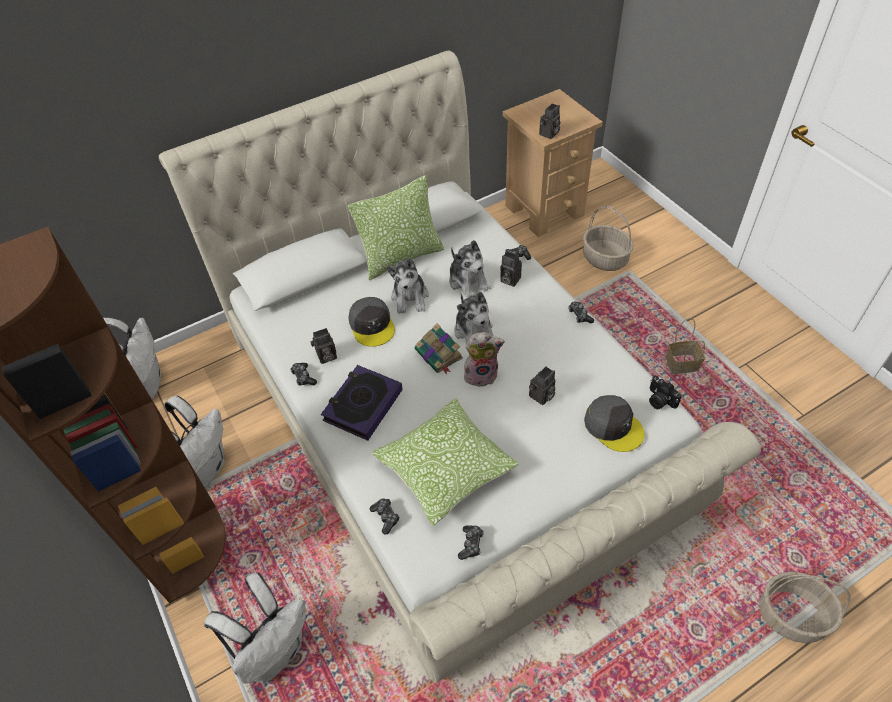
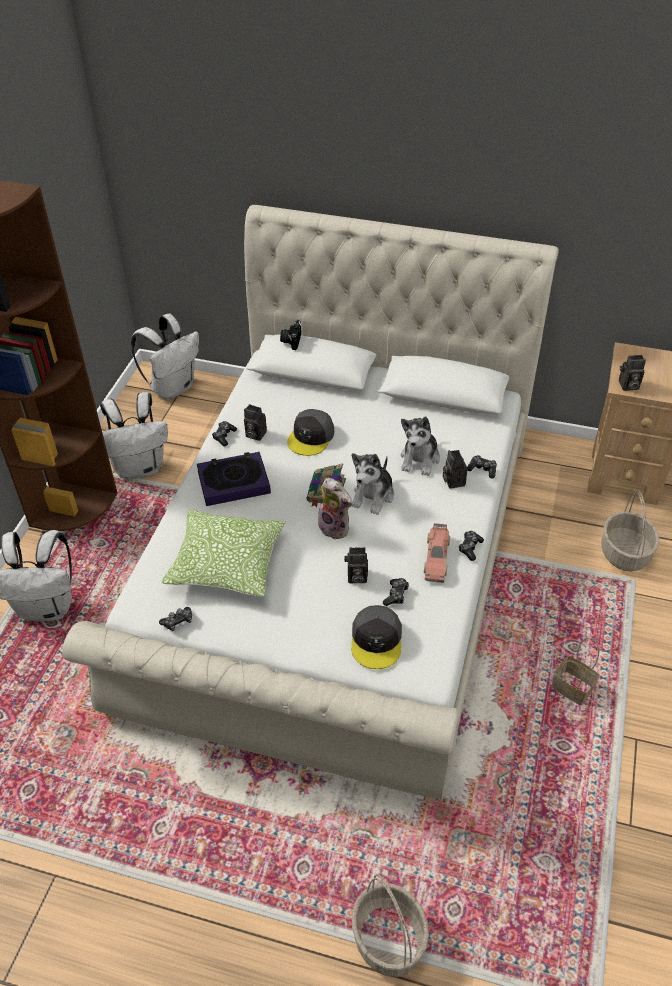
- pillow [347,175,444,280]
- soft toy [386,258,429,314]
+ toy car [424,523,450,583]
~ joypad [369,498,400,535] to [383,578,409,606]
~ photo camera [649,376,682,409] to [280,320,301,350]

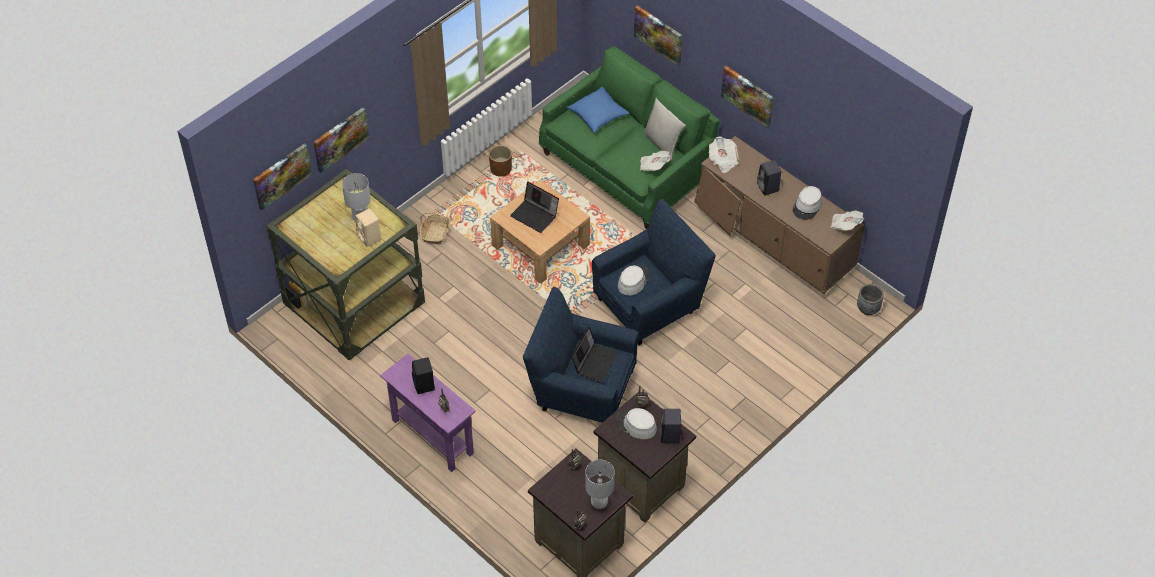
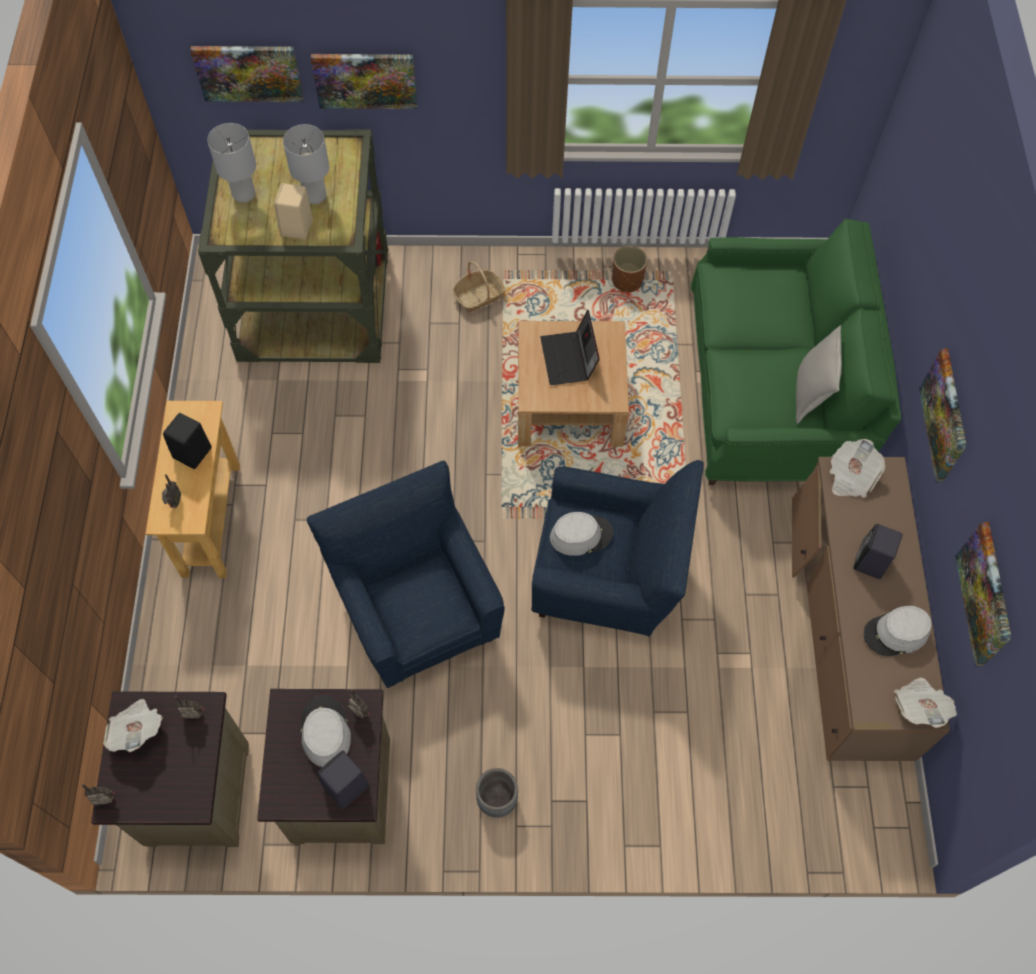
- pillow in bluish [567,87,629,133]
- notebook computer [572,327,619,383]
~ lamp for a table in grey [585,459,615,509] to [207,123,256,203]
~ wall picture [634,5,682,66] to [955,522,1012,667]
~ daily paper [640,151,670,171] to [103,699,163,752]
~ planter in grey [857,284,884,315] to [476,768,518,818]
~ console table in purple-coloured [380,354,476,472] to console table in beige-coloured [146,401,240,578]

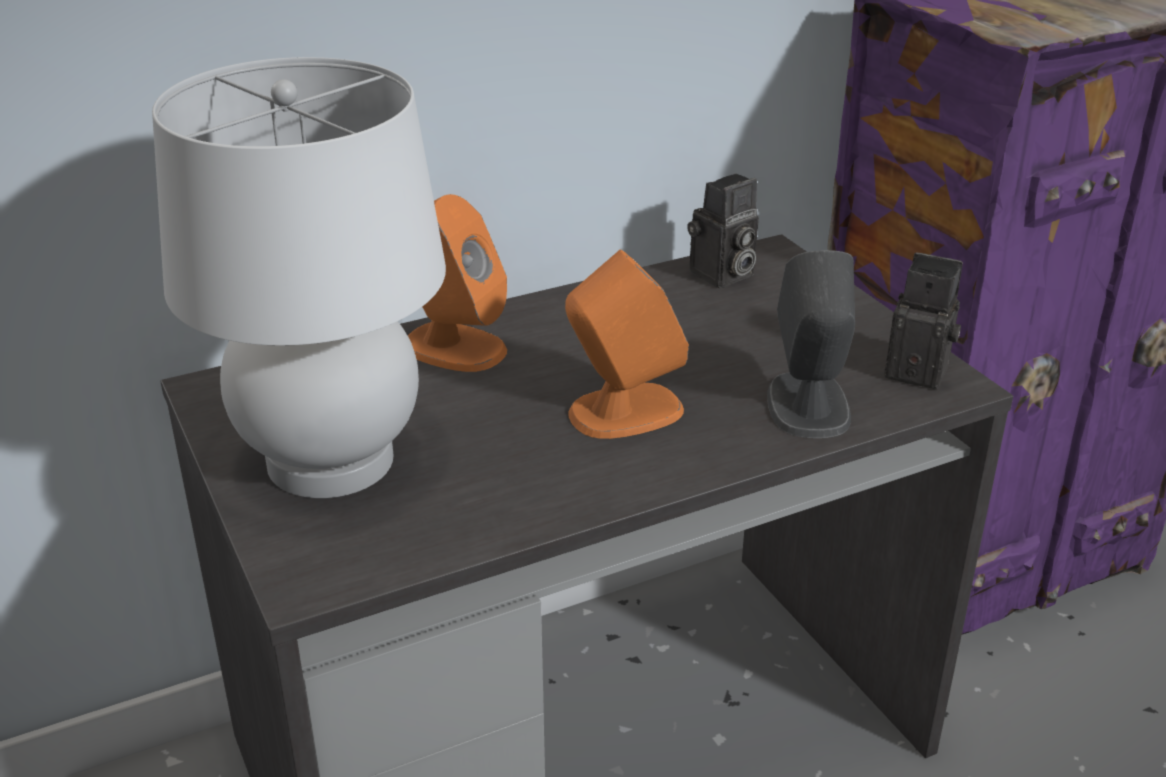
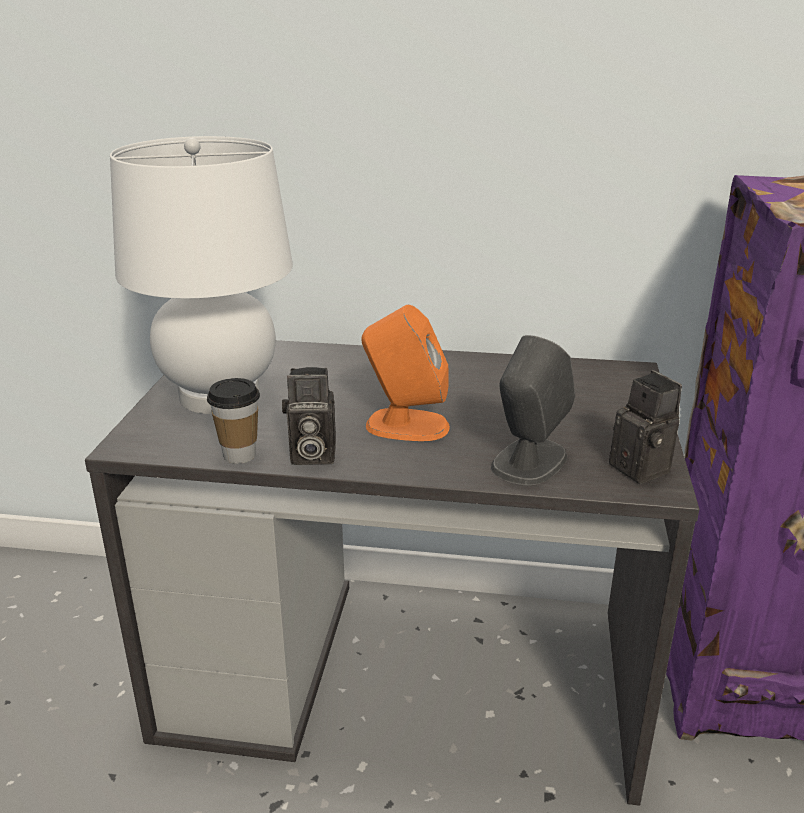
- audio speaker in orangey [408,194,507,372]
+ drinking cup [207,378,260,464]
~ photo camera [688,173,759,288] to [282,367,336,465]

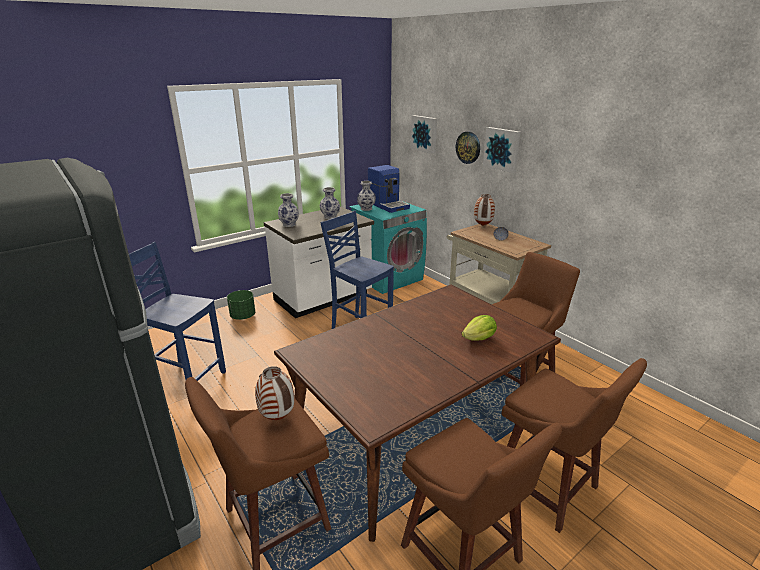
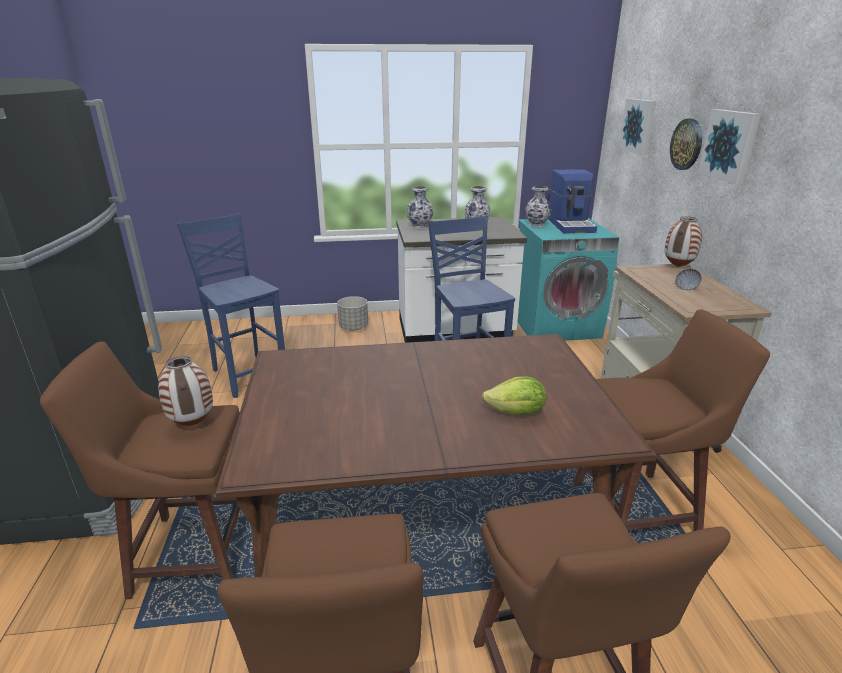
~ planter in greenish [227,290,255,320] to planter in grey [337,296,368,331]

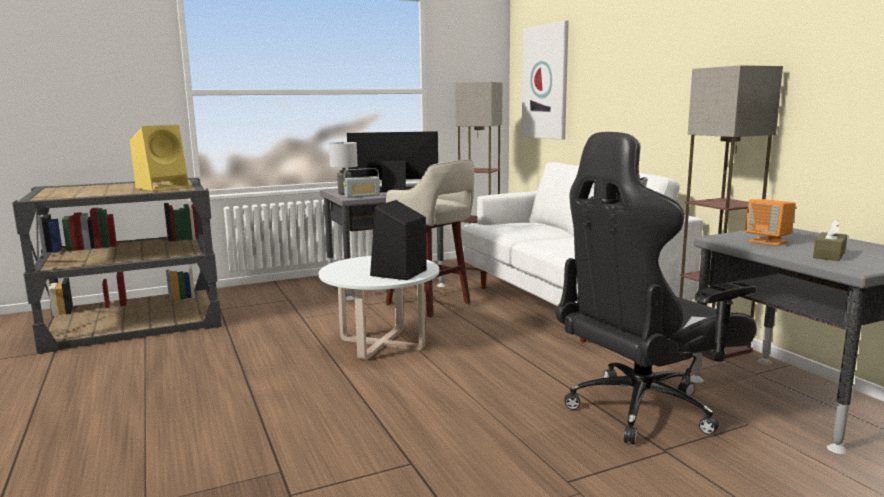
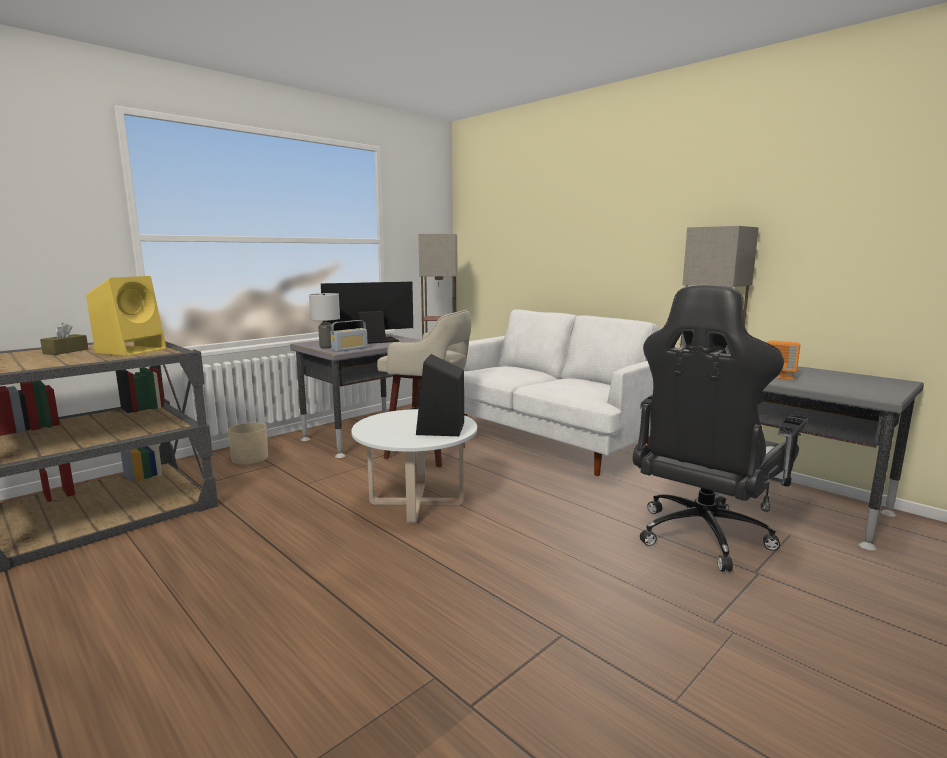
- wall picture [521,20,569,140]
+ planter in beige-coloured [228,423,268,465]
~ tissue box in brown [813,219,847,261] to [40,323,88,355]

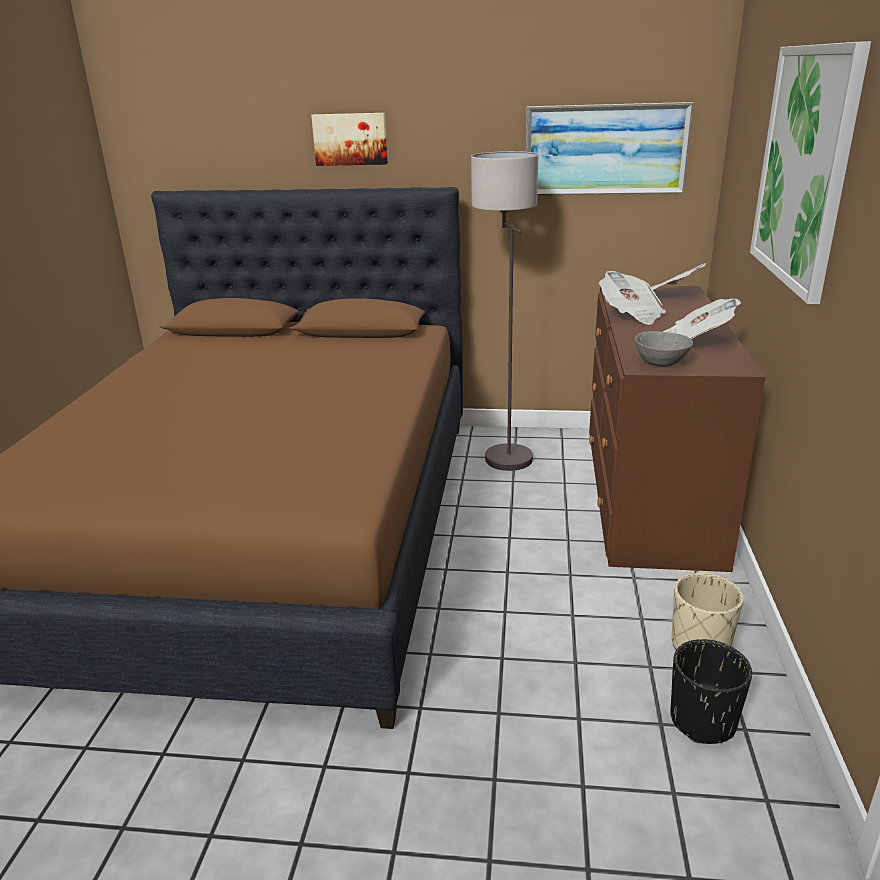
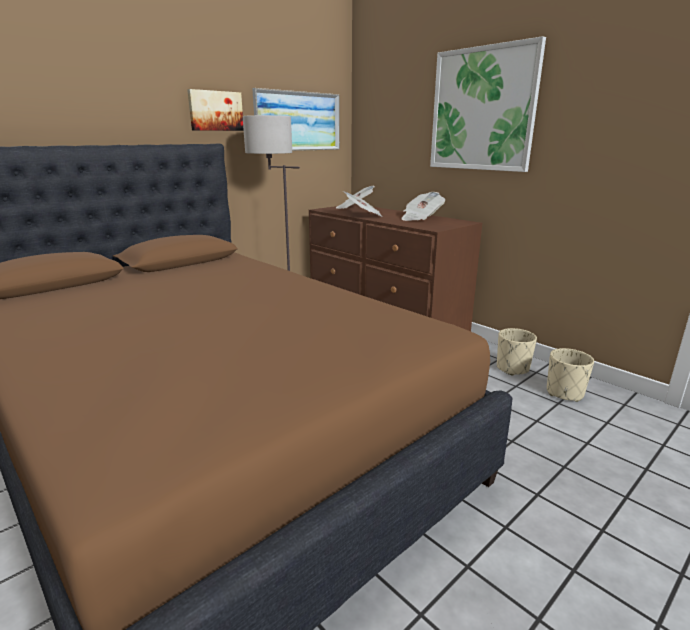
- bowl in grey [635,331,693,367]
~ wall picture [311,113,388,166] to [187,89,244,131]
~ planter in black-coloured [670,639,752,744] to planter in beige-coloured [547,348,594,402]

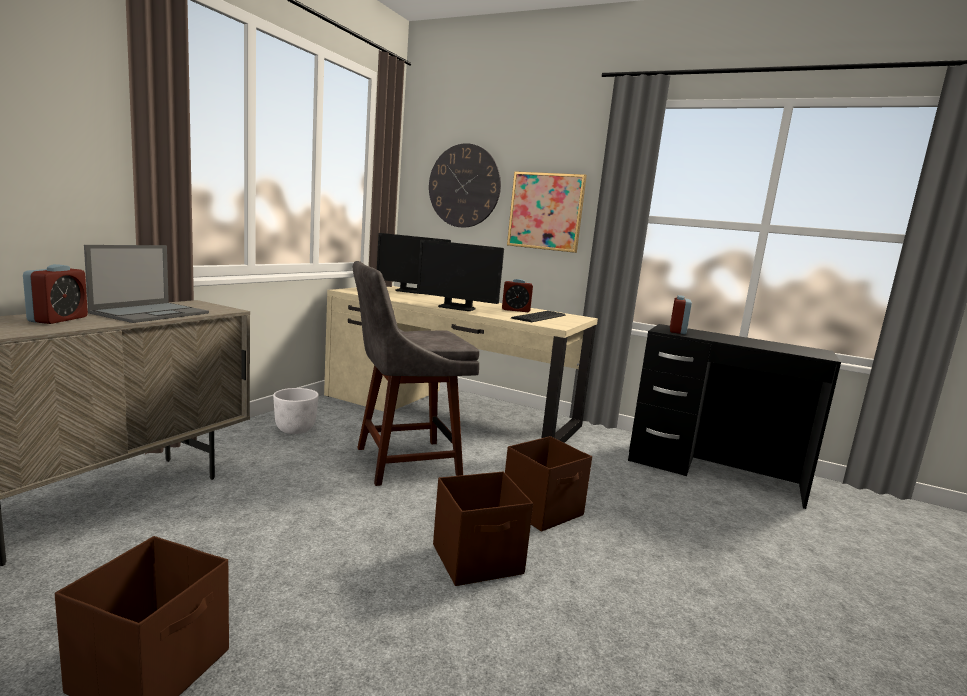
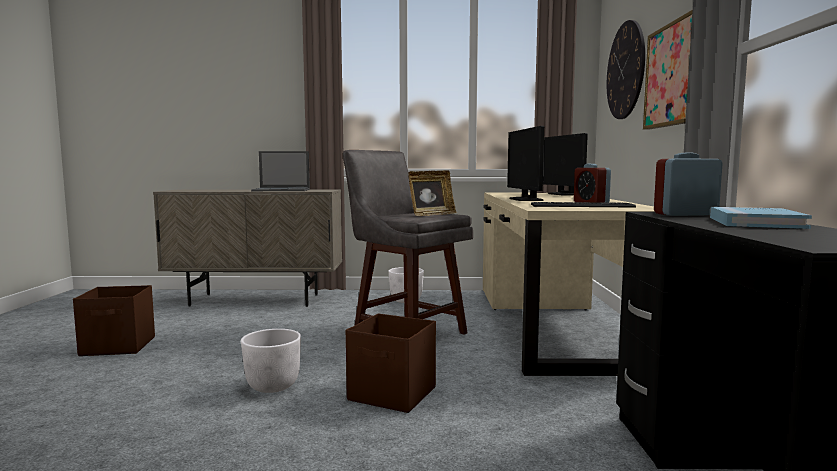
- bedside clock [23,264,88,324]
+ standing frame [408,171,456,216]
+ volume in bluish [710,207,812,229]
~ storage box in brown [433,471,533,586] to planter in whitish [241,329,301,393]

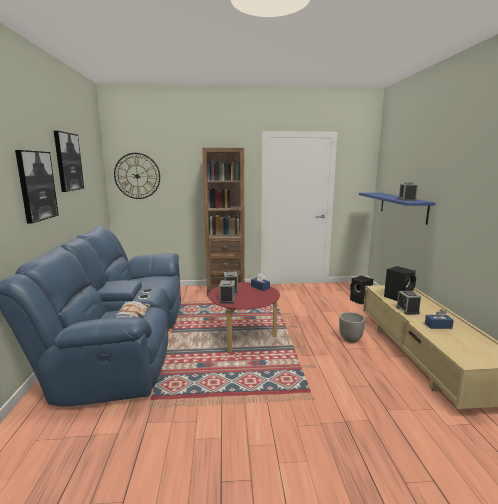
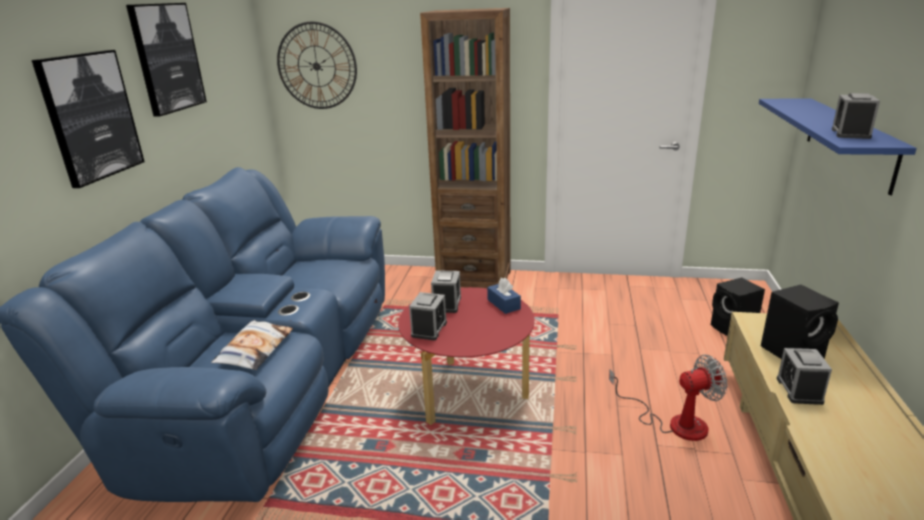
- tissue box in bluish [425,309,454,329]
~ planter [339,312,366,342] to electric fan [609,355,728,441]

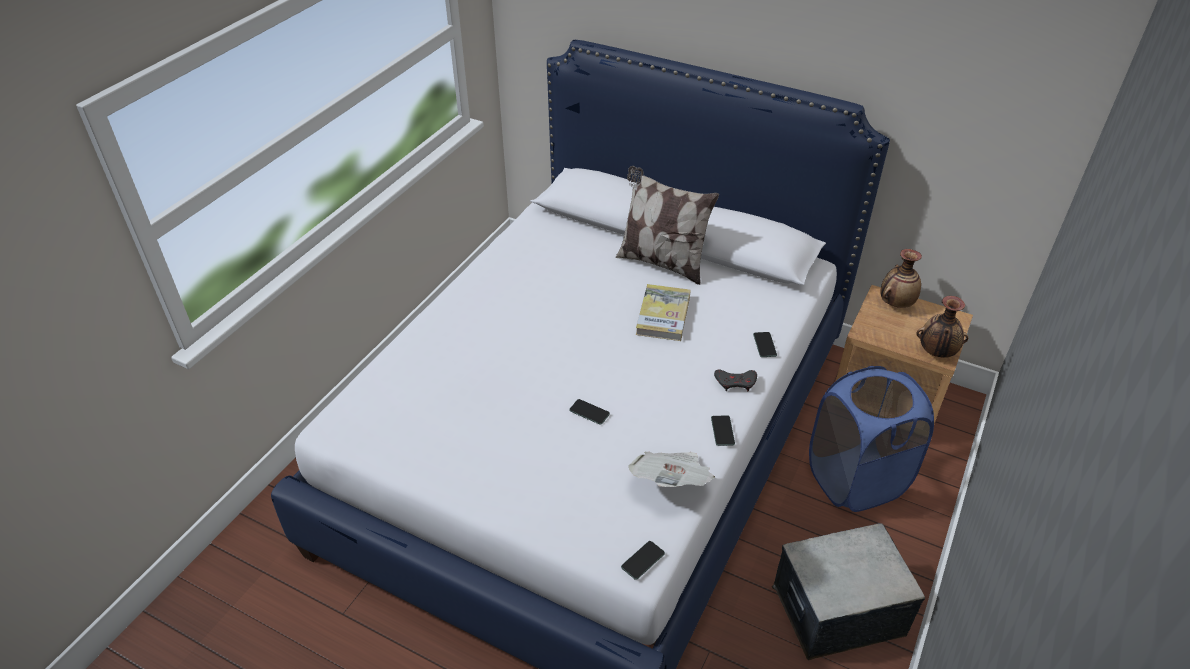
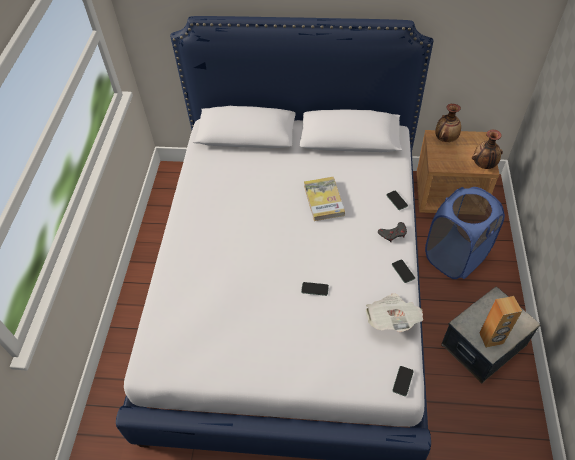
- pillow [616,166,719,285]
+ audio speaker in brown [479,296,522,348]

